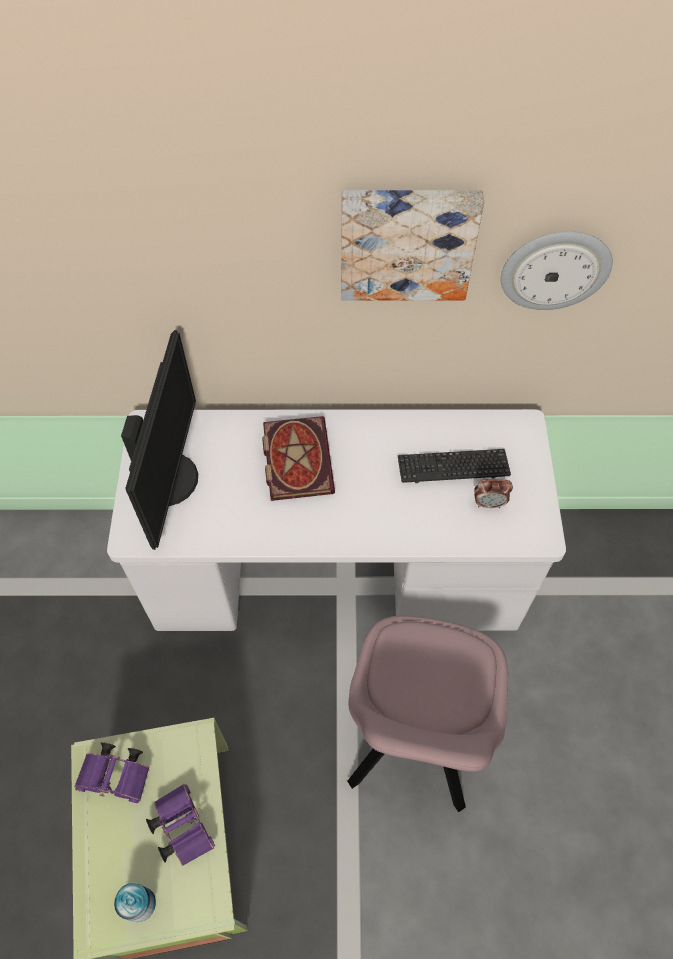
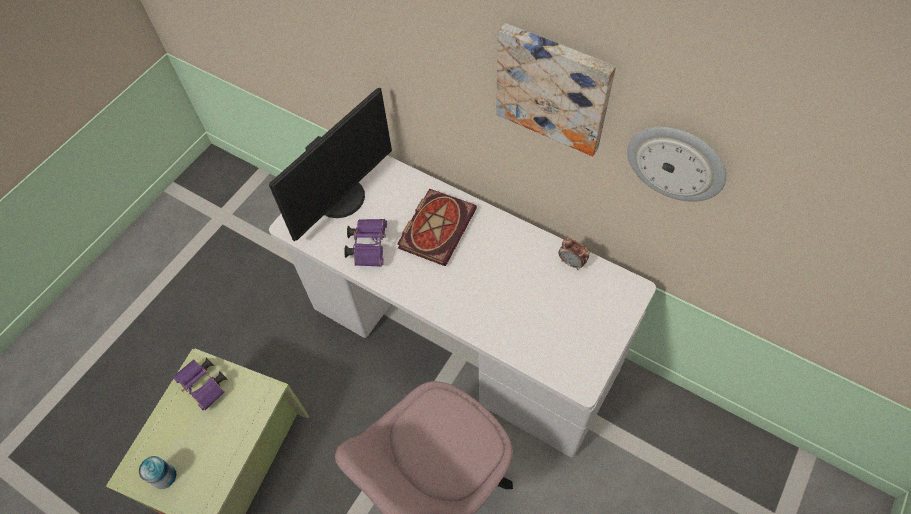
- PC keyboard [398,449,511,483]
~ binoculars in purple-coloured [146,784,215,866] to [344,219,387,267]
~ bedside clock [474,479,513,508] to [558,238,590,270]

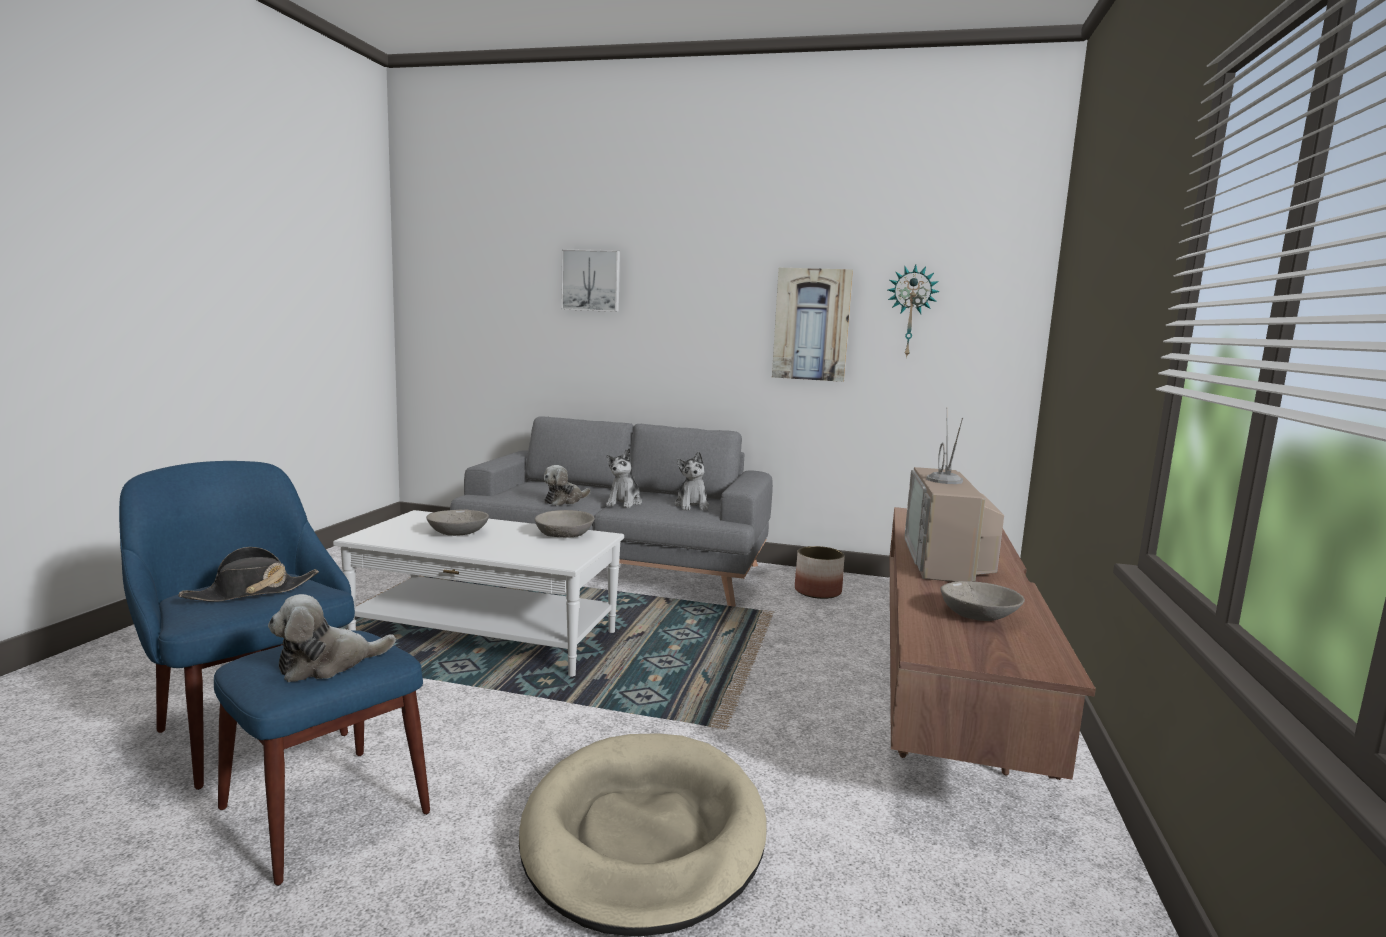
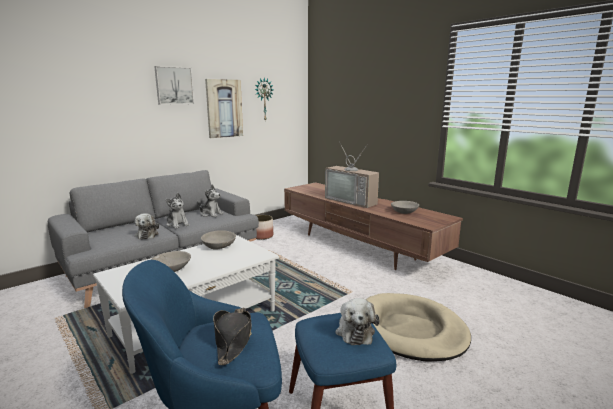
~ wall picture [561,249,620,312] to [154,66,194,105]

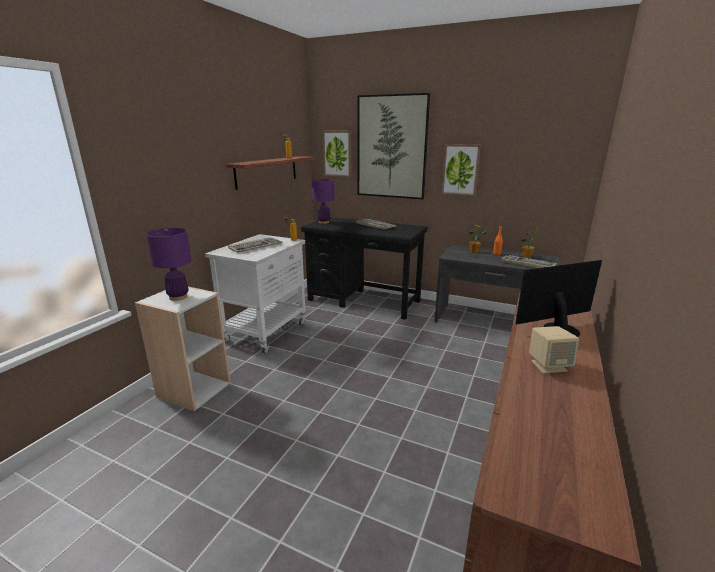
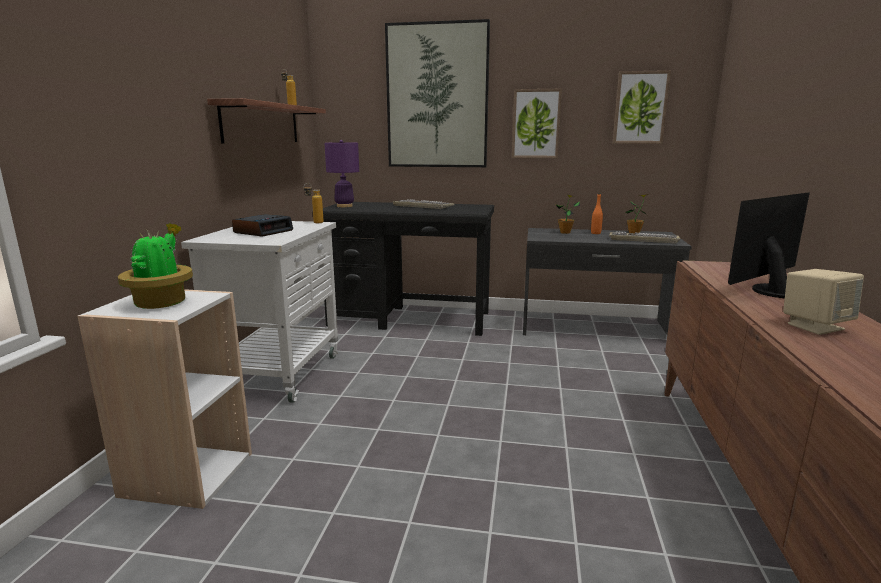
~ wall picture [323,131,351,177] to [613,70,671,144]
~ lamp for a table in purple-coloured [146,228,192,301] to houseplant [118,223,193,309]
~ PC keyboard [228,237,282,253] to bedside clock [232,214,293,237]

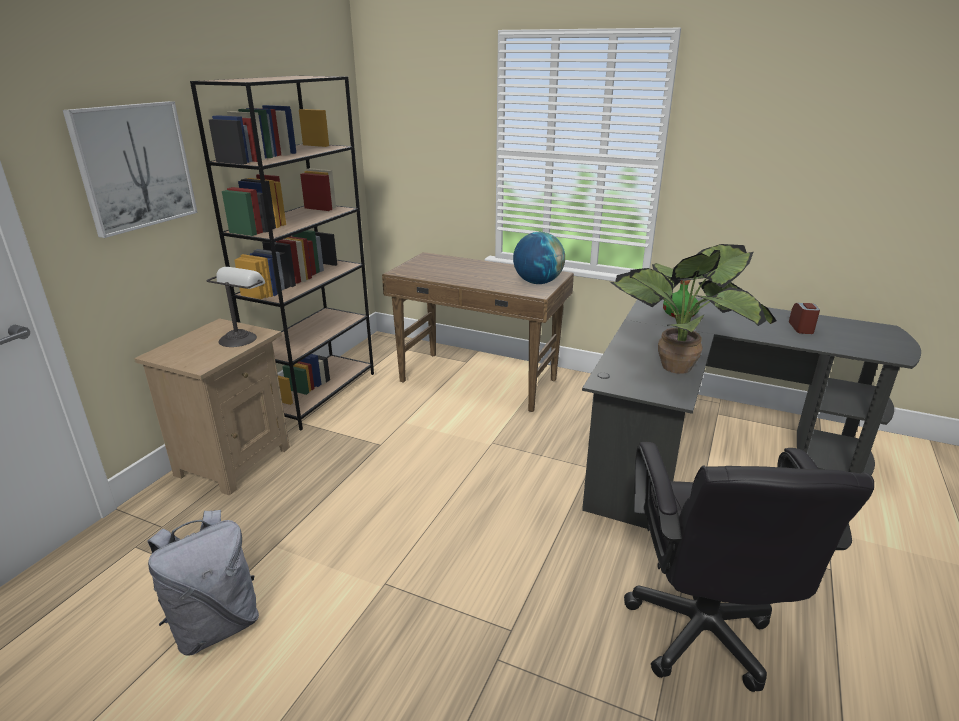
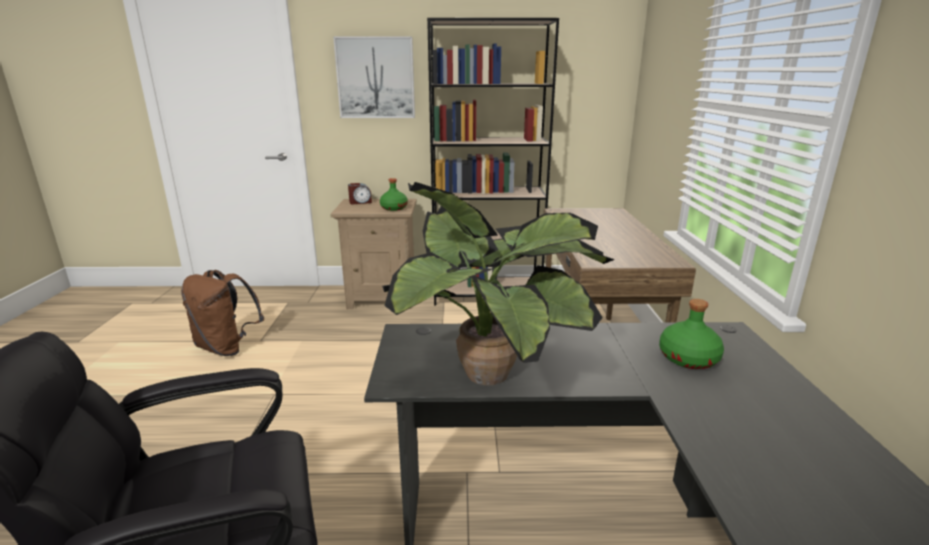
- desk globe [513,232,565,284]
~ bedside clock [789,303,820,334] to [348,183,372,204]
~ lamp for a table [206,267,265,347] to drink bottle in greenish [380,178,408,211]
~ backpack in grey [147,510,259,655] to backpack in brown [181,270,264,356]

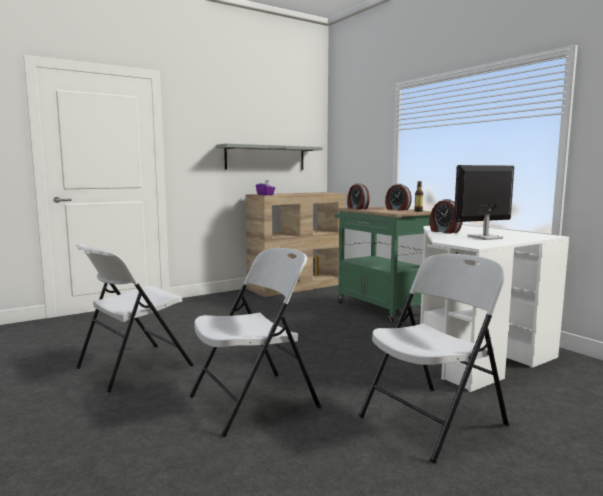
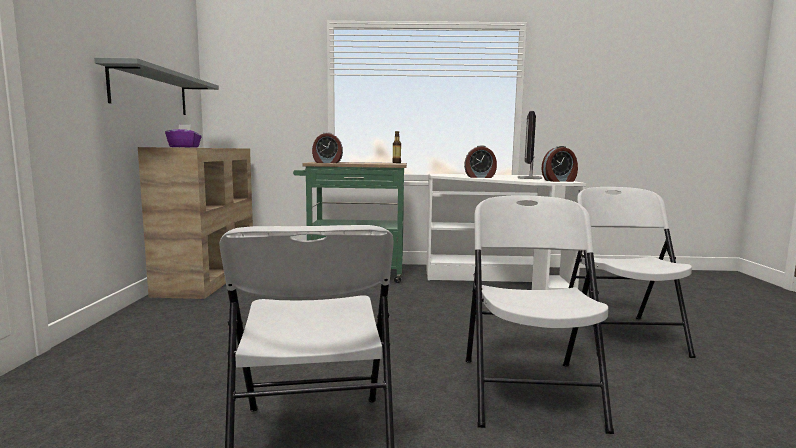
~ bedside clock [385,184,412,211] to [541,146,578,182]

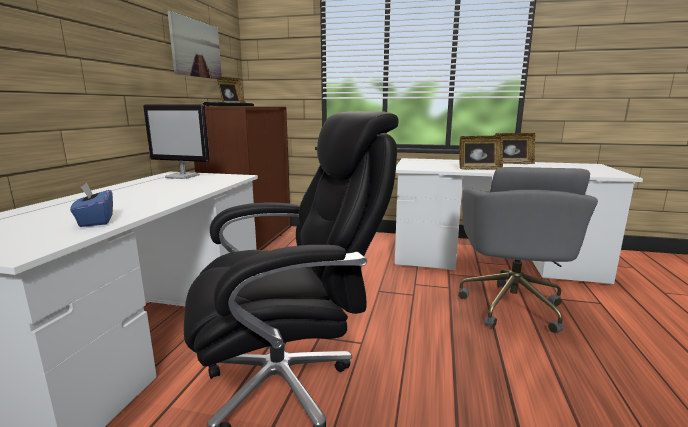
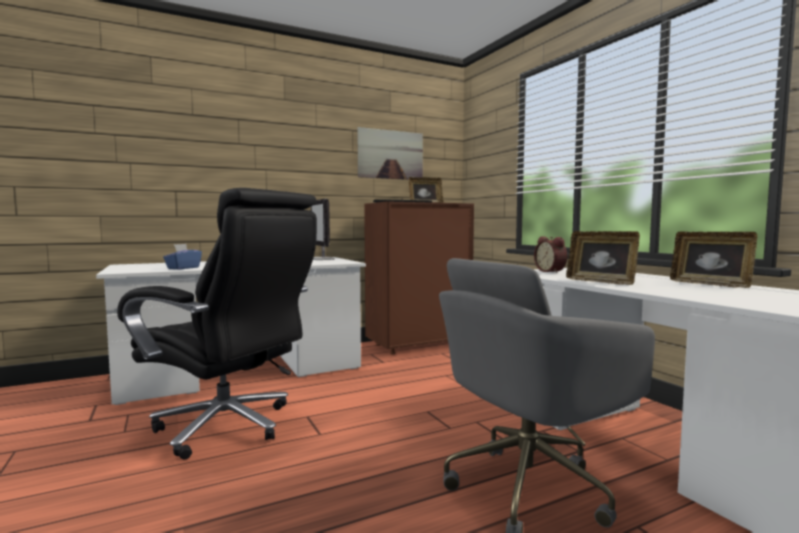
+ bedside clock [534,236,567,273]

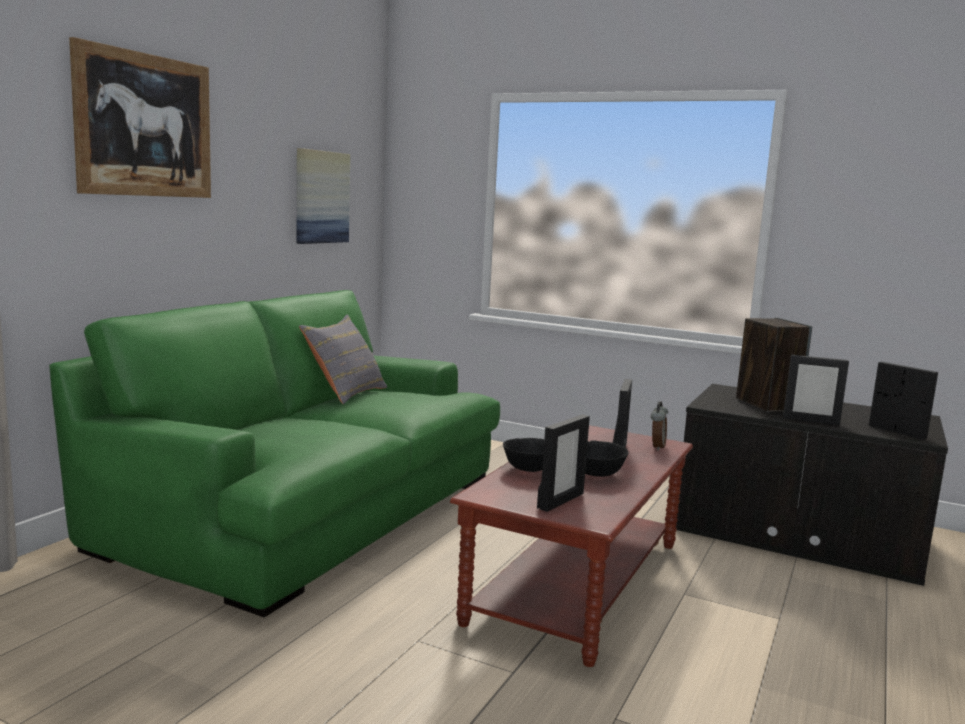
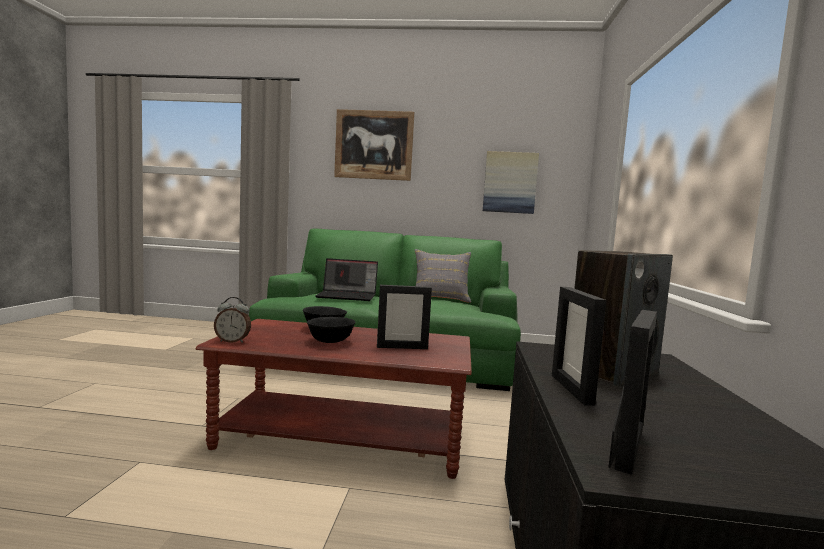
- standing frame [537,414,590,512]
+ notebook computer [315,258,378,301]
~ bedside clock [651,402,668,451] to [214,297,251,343]

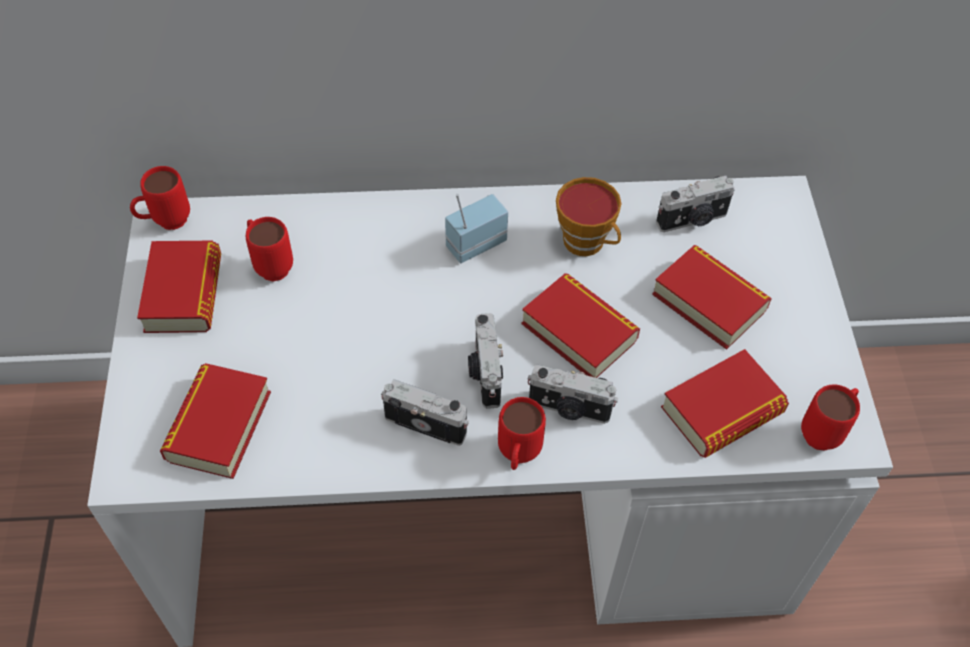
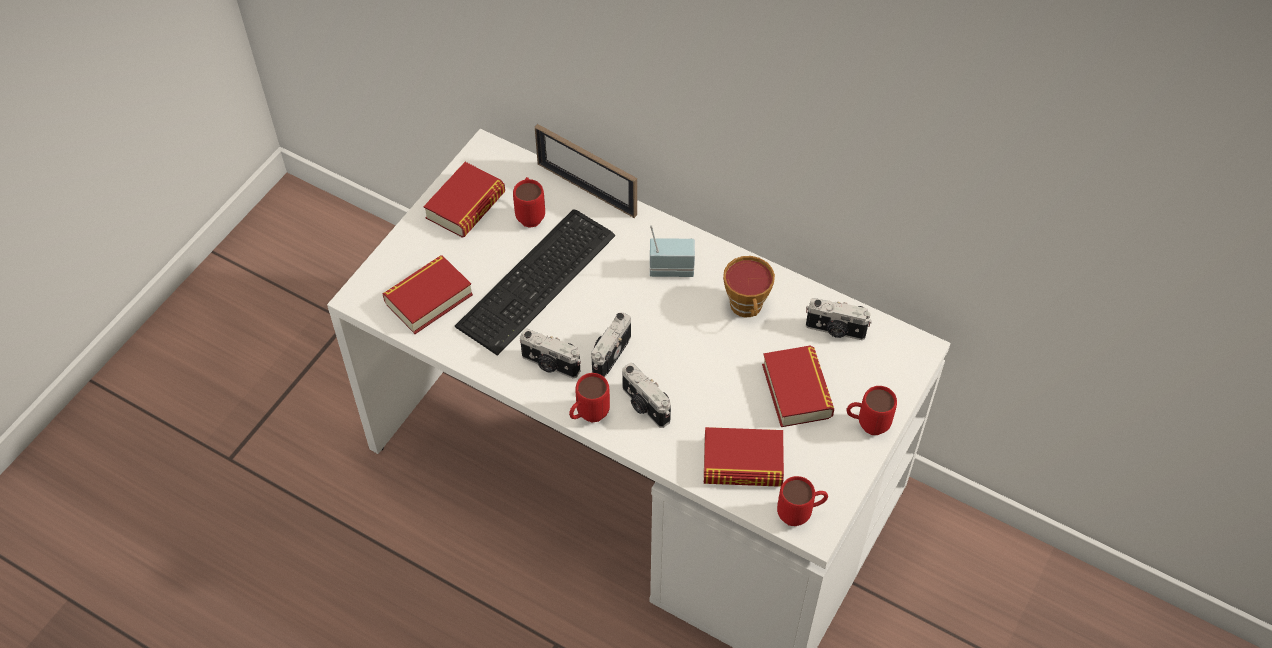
- volume [521,273,640,378]
+ PC keyboard [455,209,615,356]
+ standing frame [535,124,637,218]
~ coffee mug in reddish [130,166,190,230] to [846,386,897,435]
~ photo camera [381,379,469,446] = [519,329,581,378] 150 degrees clockwise

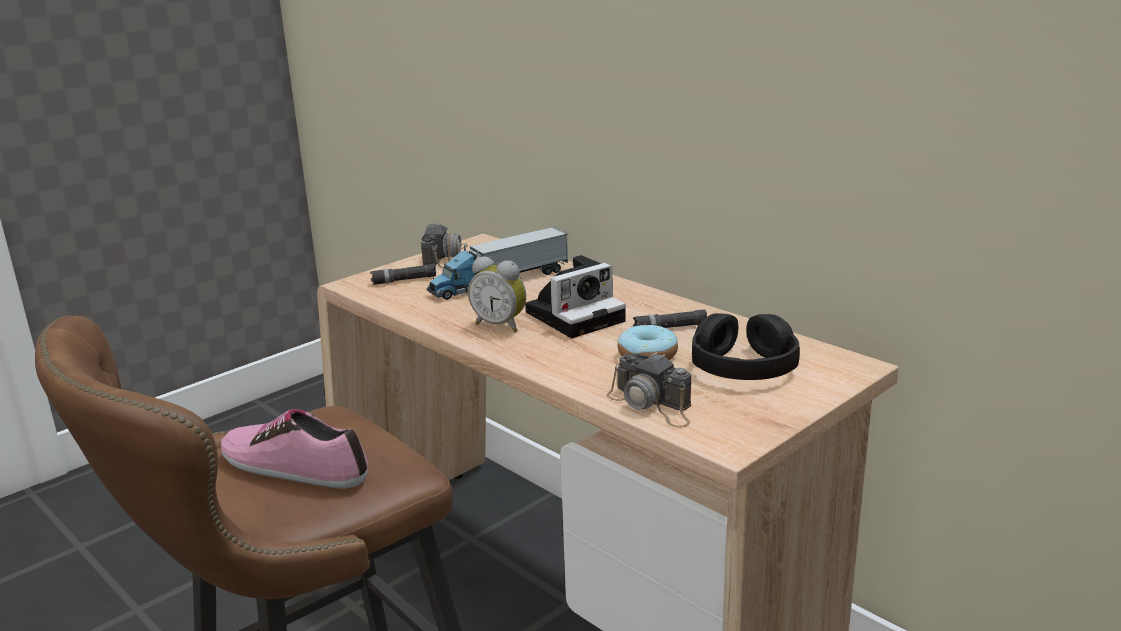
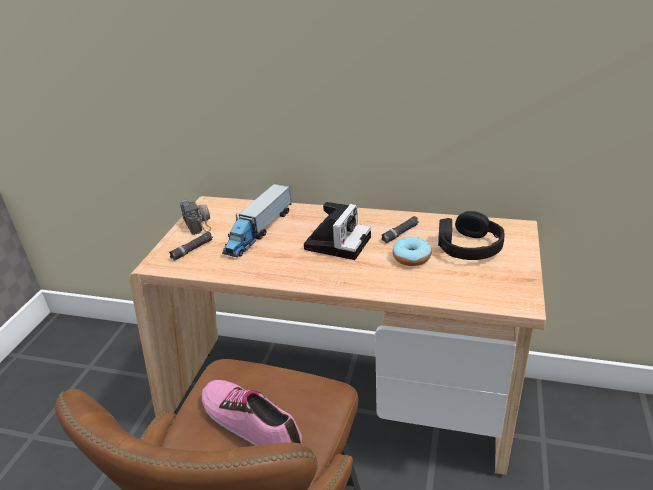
- bedside clock [468,256,526,332]
- photo camera [607,352,691,428]
~ item of footwear [220,409,368,489] = [202,380,302,446] 45 degrees clockwise

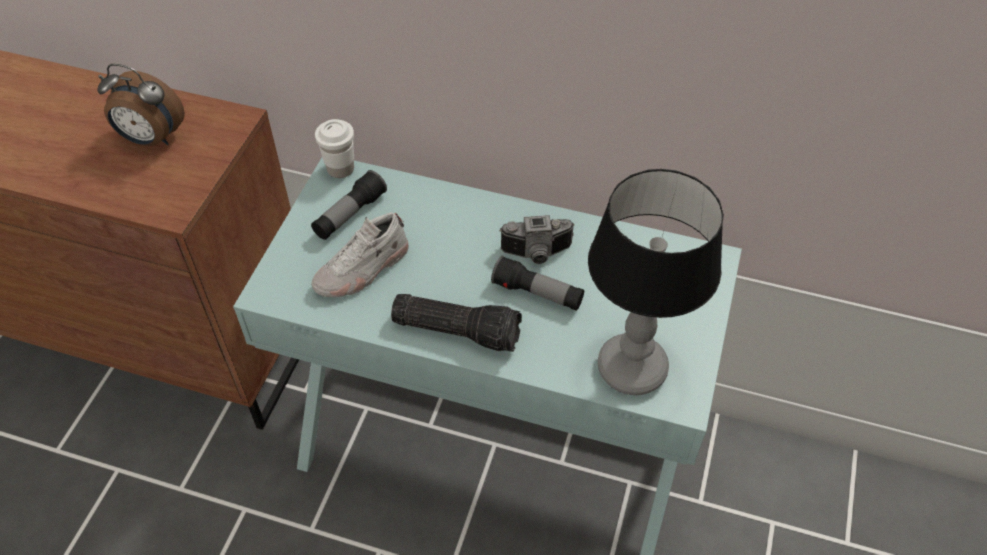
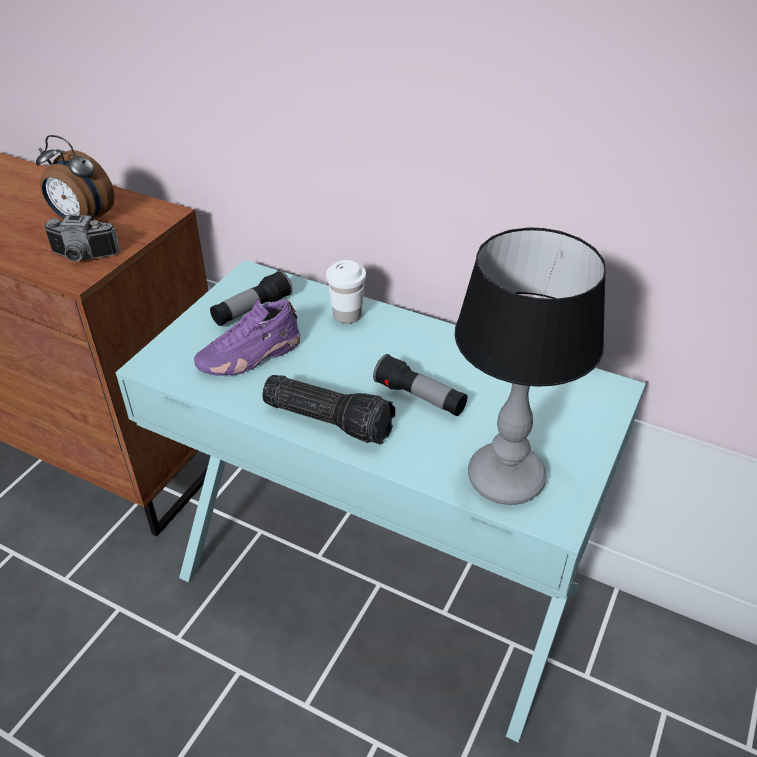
~ drinking cup in whitish [315,119,354,178] to [326,260,366,324]
~ photo camera [499,215,575,264] to [43,215,120,261]
~ item of footwear in whitish [311,212,409,297] to item of footwear in purple-coloured [194,299,300,376]

